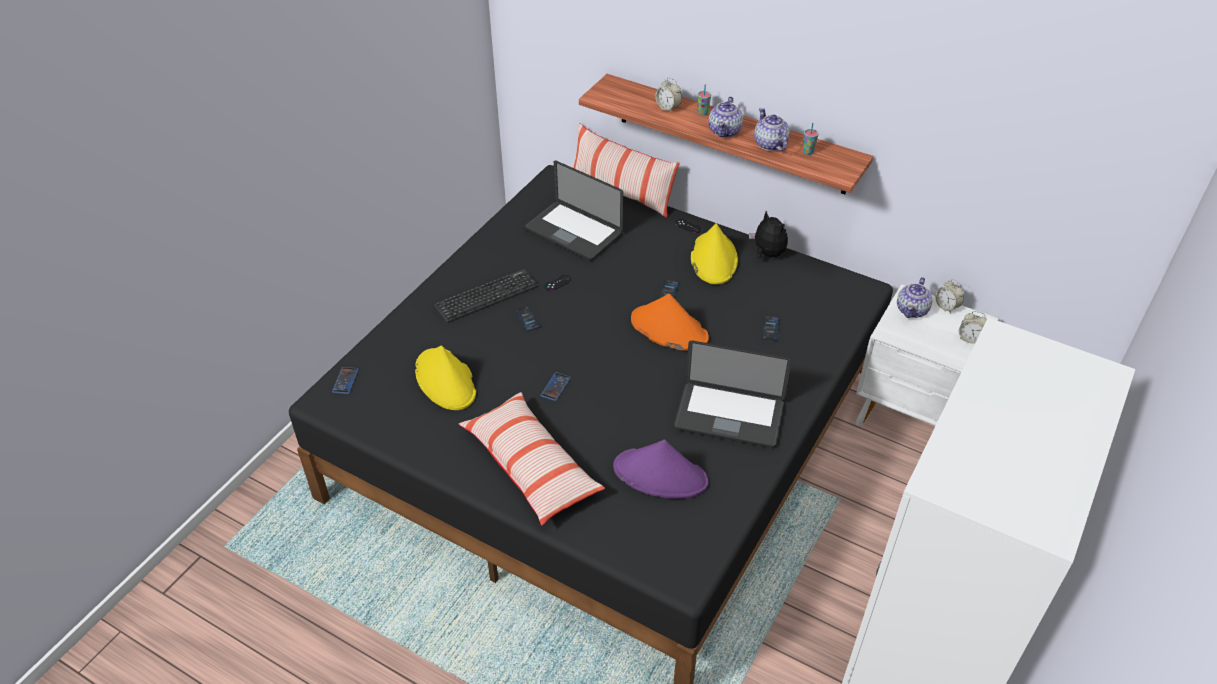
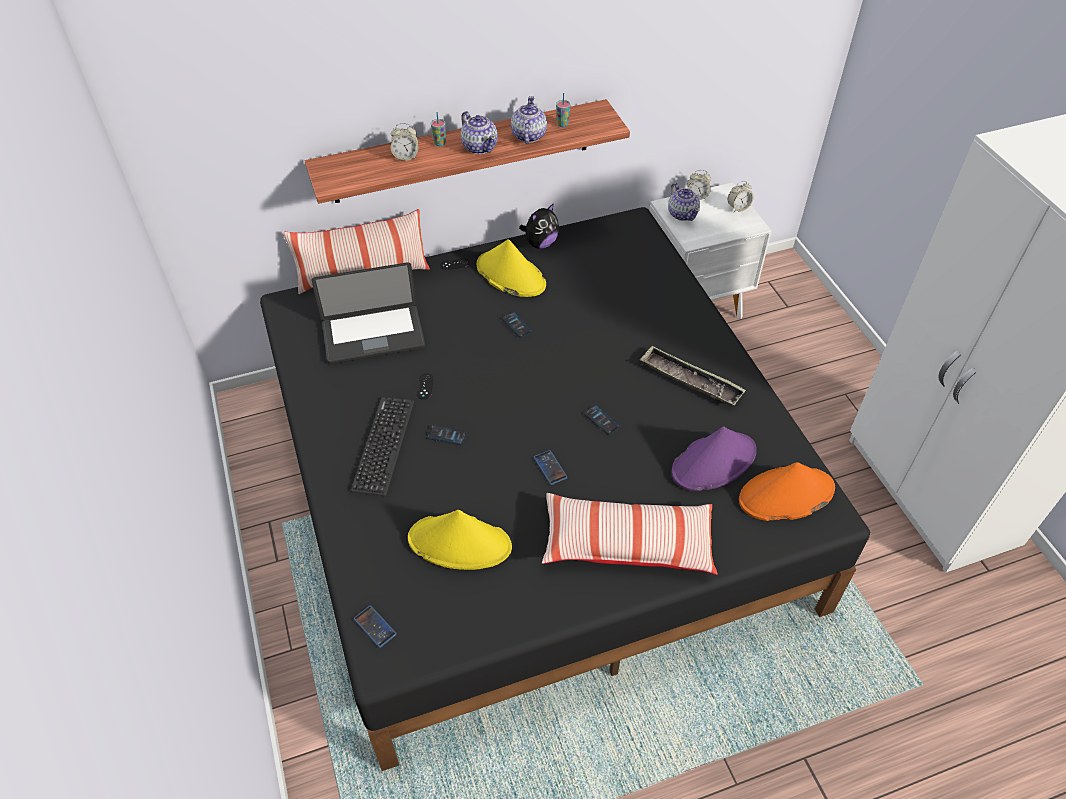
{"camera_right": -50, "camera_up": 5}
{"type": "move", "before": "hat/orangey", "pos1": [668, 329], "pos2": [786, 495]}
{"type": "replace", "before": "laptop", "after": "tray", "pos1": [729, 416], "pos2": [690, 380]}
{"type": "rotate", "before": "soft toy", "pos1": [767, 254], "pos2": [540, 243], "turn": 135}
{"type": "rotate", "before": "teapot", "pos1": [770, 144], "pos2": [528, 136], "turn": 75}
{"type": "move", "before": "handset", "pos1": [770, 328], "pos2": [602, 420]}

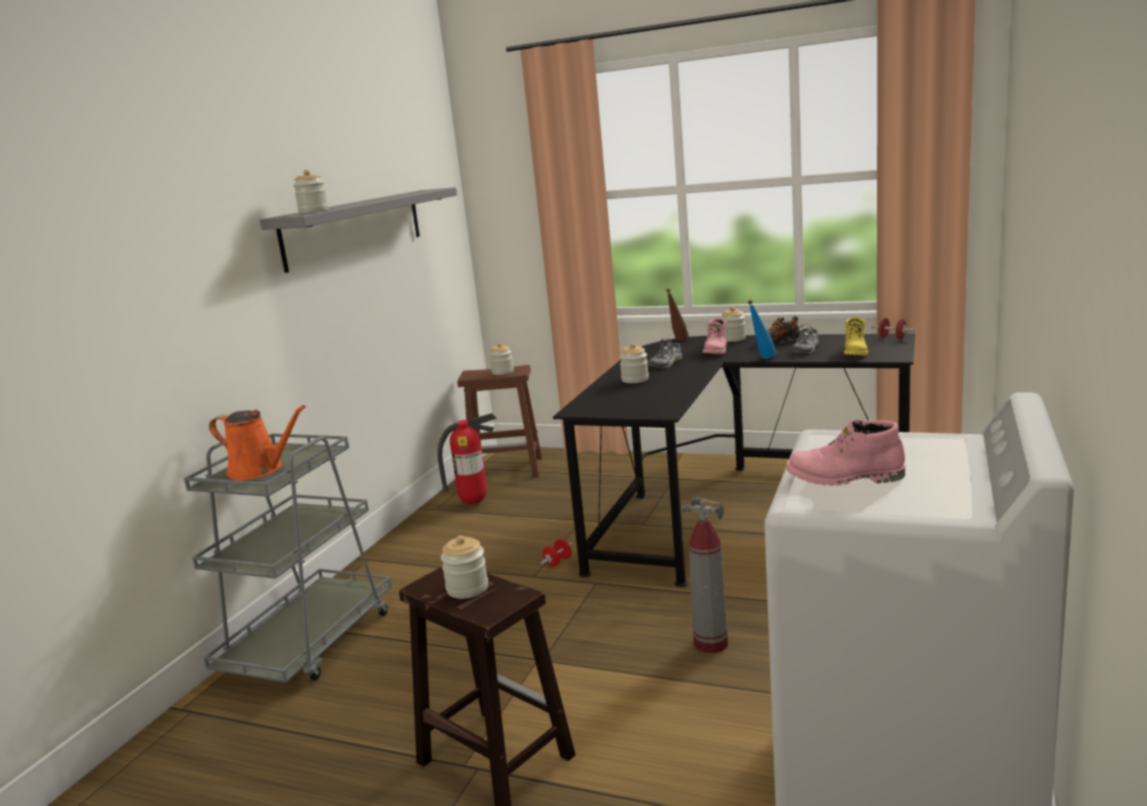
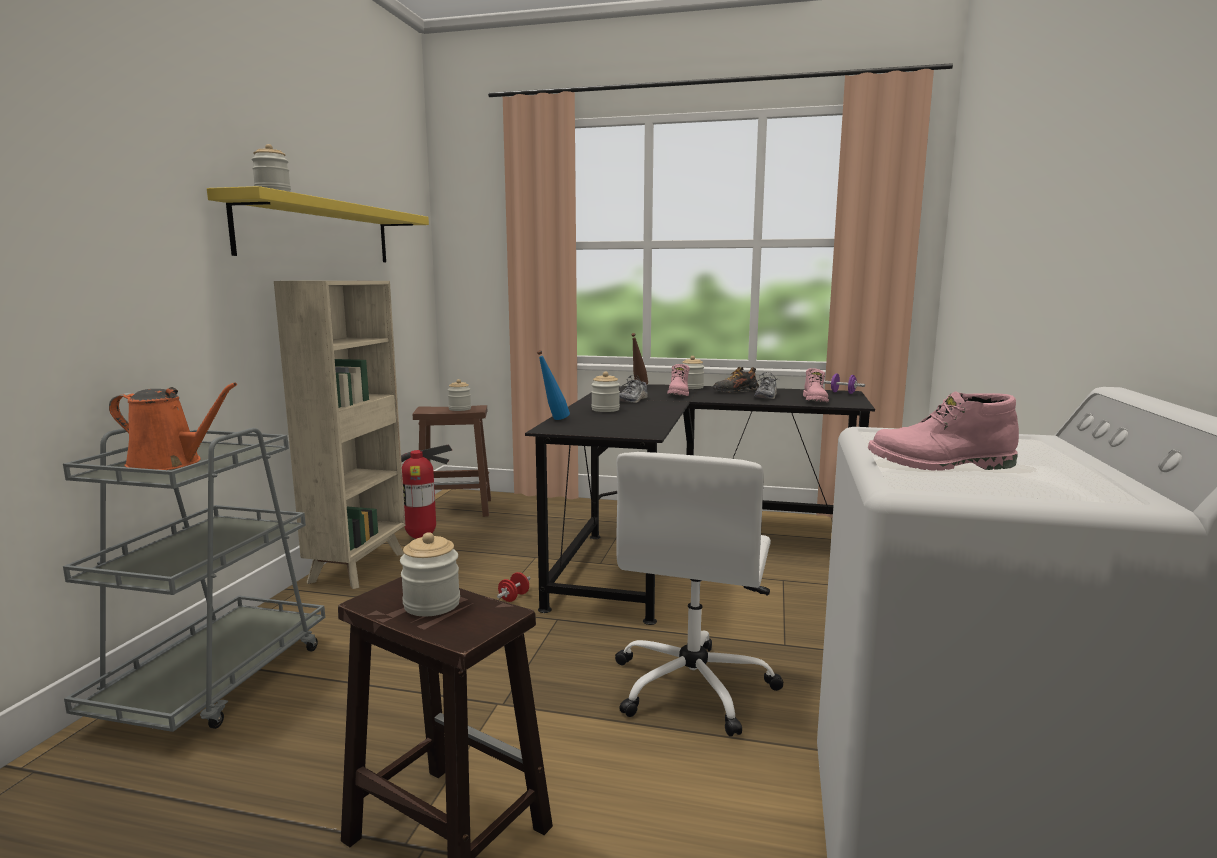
{"camera_right": -10, "camera_up": -5}
{"type": "recolor", "before": "shelf/gray", "after": "shelf/yellow", "pos1": [355, 228], "pos2": [318, 232]}
{"type": "replace", "before": "extinguisher", "after": "desk chair/white", "pos1": [710, 643], "pos2": [693, 686]}
{"type": "move", "before": "beverage bottle/blue-coloured", "pos1": [762, 359], "pos2": [553, 420]}
{"type": "recolor", "before": "boot/yellow", "after": "boot/pink", "pos1": [856, 352], "pos2": [815, 400]}
{"type": "recolor", "before": "dumbbell/red-coloured", "after": "dumbbell/purplish", "pos1": [892, 338], "pos2": [843, 393]}
{"type": "insert", "after": "bookcase/beige", "pos2": [359, 566]}

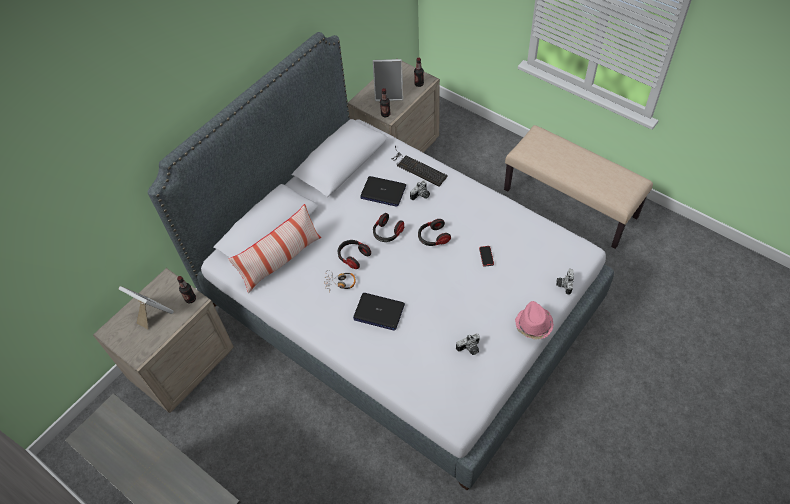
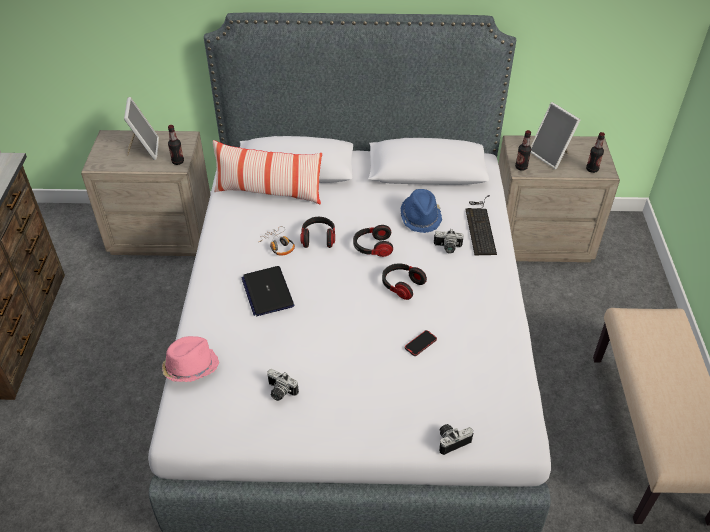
{"camera_right": 50, "camera_up": -10}
{"type": "replace", "before": "laptop", "after": "hat/blue-coloured", "pos1": [383, 192], "pos2": [421, 217]}
{"type": "move", "before": "hat/pink", "pos1": [533, 325], "pos2": [190, 367]}

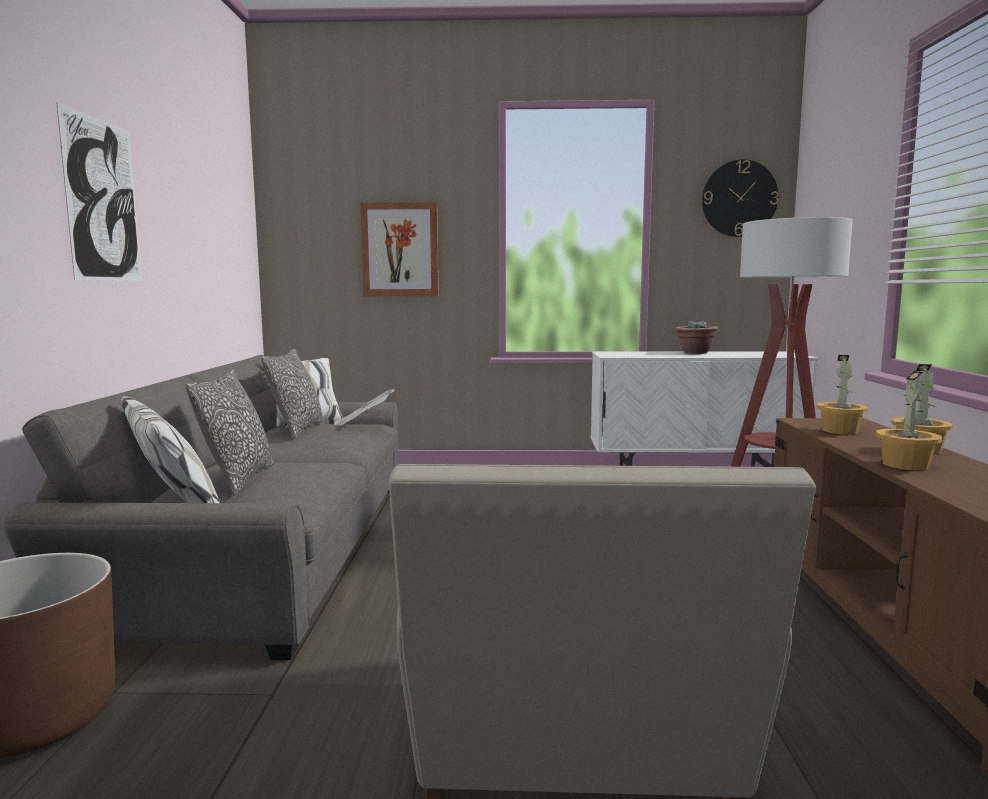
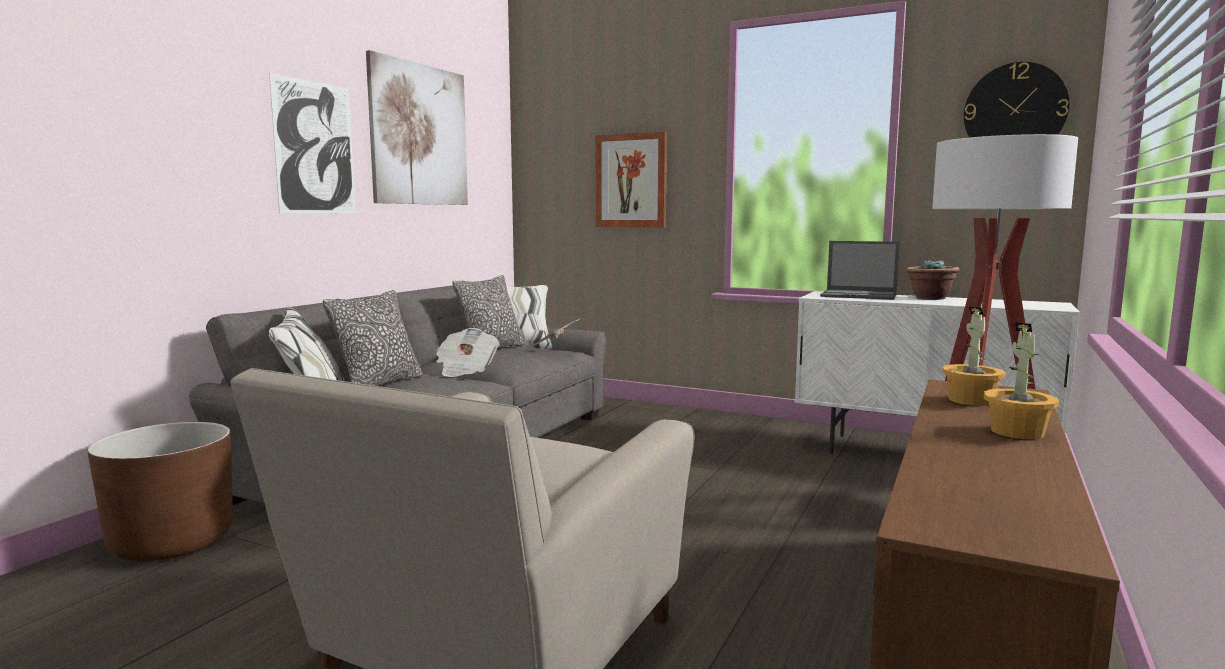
{"camera_right": 25, "camera_up": 0}
{"type": "delete", "before": "houseplant", "pos1": [906, 465]}
{"type": "insert", "after": "wall art", "pos2": [419, 135]}
{"type": "insert", "after": "daily paper", "pos2": [466, 370]}
{"type": "insert", "after": "laptop", "pos2": [860, 295]}

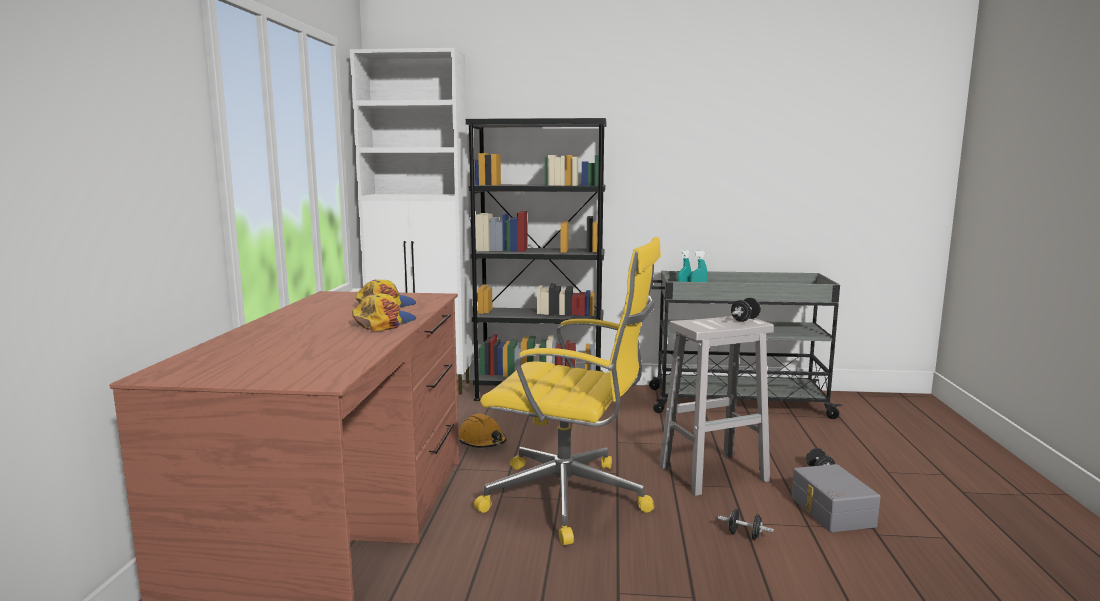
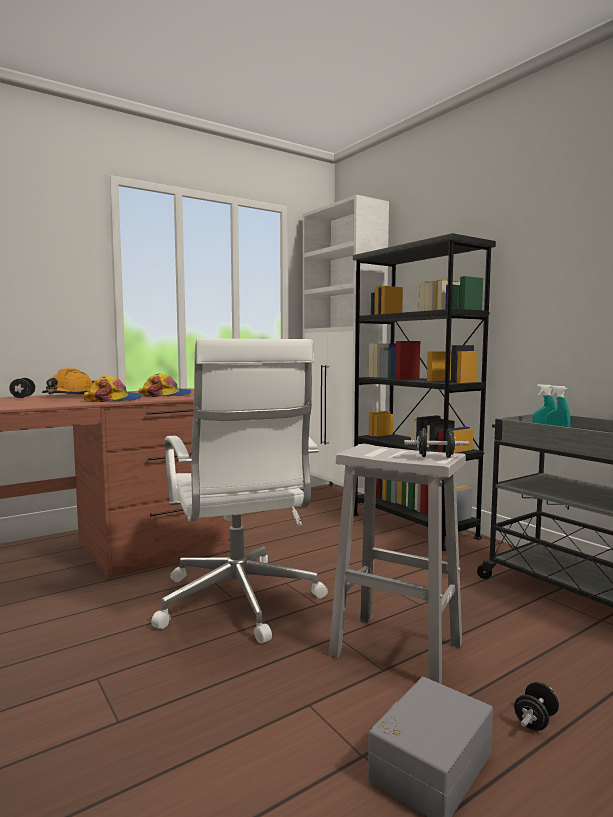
{"camera_right": 50, "camera_up": -5}
{"type": "move", "before": "hard hat/orangey", "pos1": [482, 442], "pos2": [69, 396]}
{"type": "recolor", "before": "desk chair/yellow", "after": "desk chair/white", "pos1": [570, 499], "pos2": [239, 602]}
{"type": "move", "before": "dumbbell/black", "pos1": [744, 535], "pos2": [23, 397]}

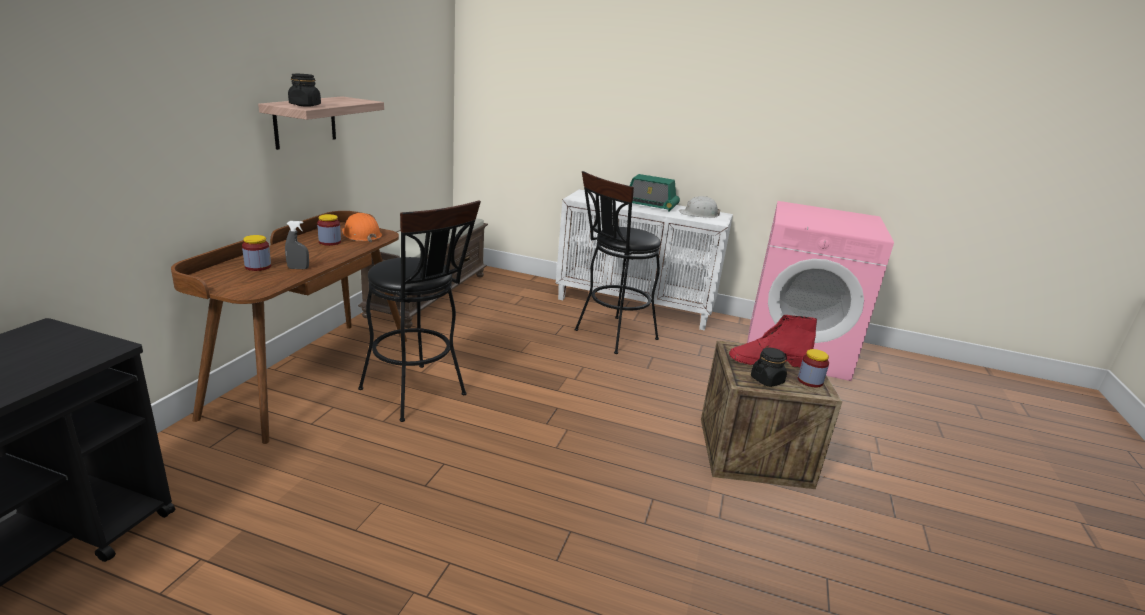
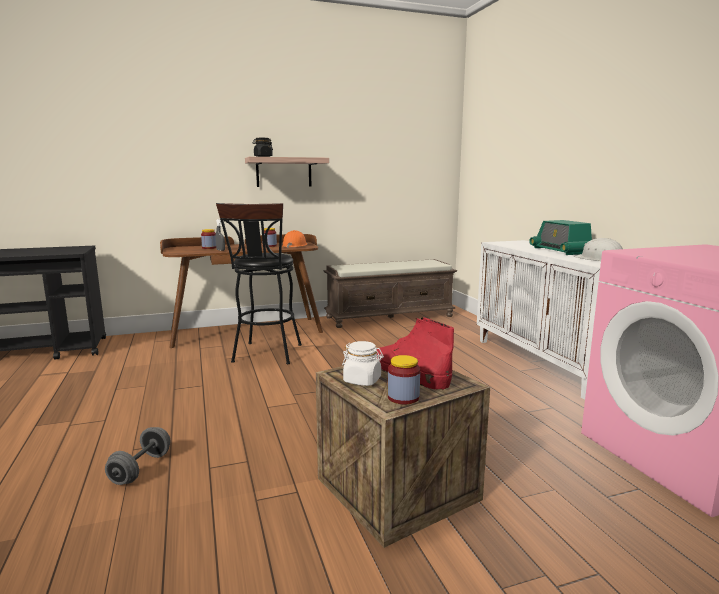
{"camera_right": 55, "camera_up": -10}
{"type": "delete", "before": "stool/black", "pos1": [611, 336]}
{"type": "recolor", "before": "preserve jar/black", "after": "preserve jar/white", "pos1": [767, 380], "pos2": [362, 380]}
{"type": "insert", "after": "dumbbell/gray", "pos2": [141, 469]}

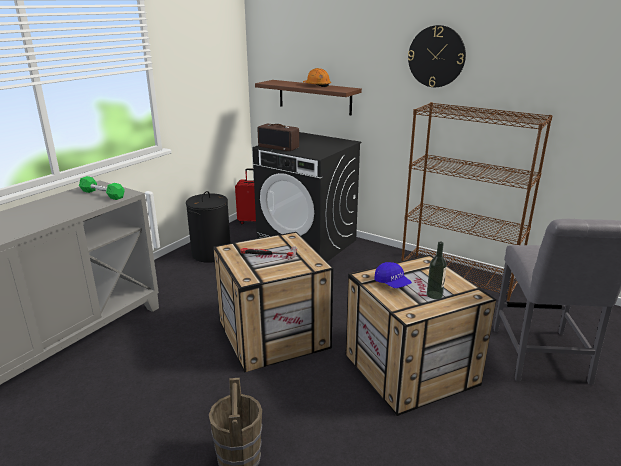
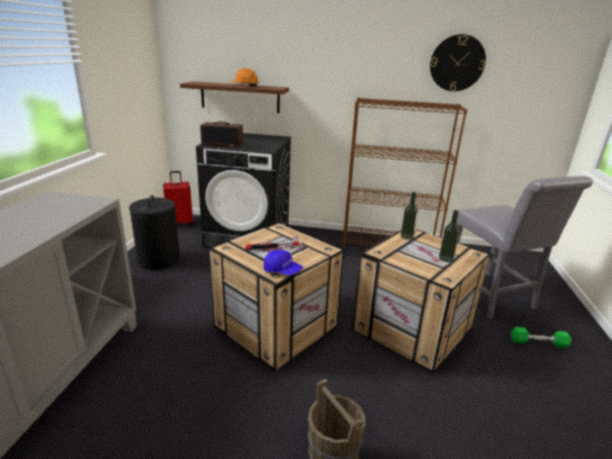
{"camera_right": -25, "camera_up": 0}
{"type": "move", "before": "dumbbell/greenish", "pos1": [102, 194], "pos2": [538, 342]}
{"type": "move", "before": "baseball cap/blue-coloured", "pos1": [392, 283], "pos2": [282, 271]}
{"type": "move", "before": "hanging clock", "pos1": [436, 56], "pos2": [457, 63]}
{"type": "insert", "after": "beverage bottle", "pos2": [407, 236]}

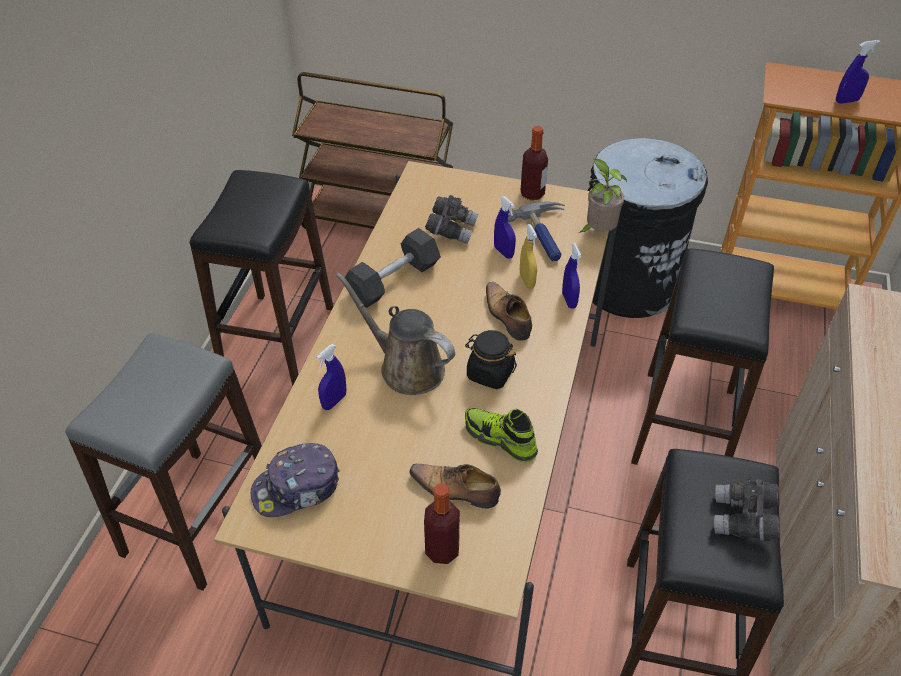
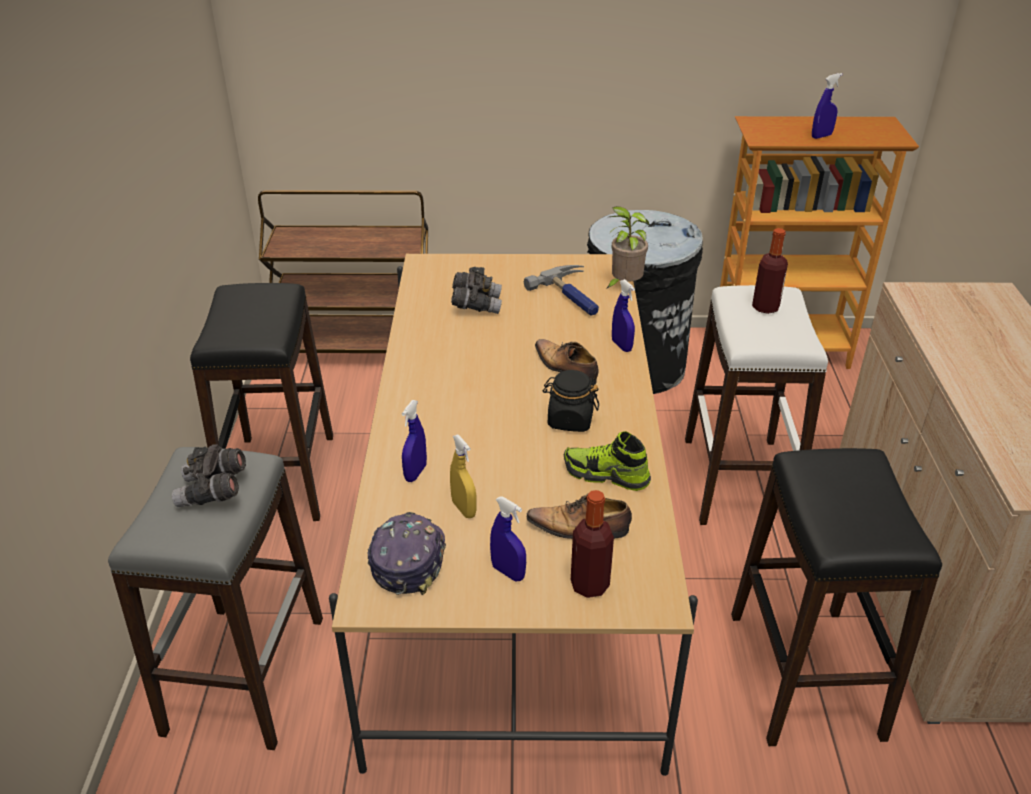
{"camera_right": -15, "camera_up": -10}
{"type": "rotate", "before": "baseball cap", "pos1": [297, 488], "pos2": [408, 559], "turn": 135}
{"type": "delete", "before": "sprinkling can/brown-coloured", "pos1": [406, 367]}
{"type": "delete", "before": "dumbbell/gray", "pos1": [393, 280]}
{"type": "move", "before": "spray bottle/blue-coloured", "pos1": [503, 252], "pos2": [508, 572]}
{"type": "move", "before": "spray bottle/yellow", "pos1": [527, 281], "pos2": [464, 509]}
{"type": "move", "before": "beverage bottle", "pos1": [532, 194], "pos2": [765, 307]}
{"type": "recolor", "before": "stool/black", "after": "stool/white", "pos1": [684, 426], "pos2": [738, 481]}
{"type": "move", "before": "binoculars/gray", "pos1": [743, 519], "pos2": [213, 492]}

